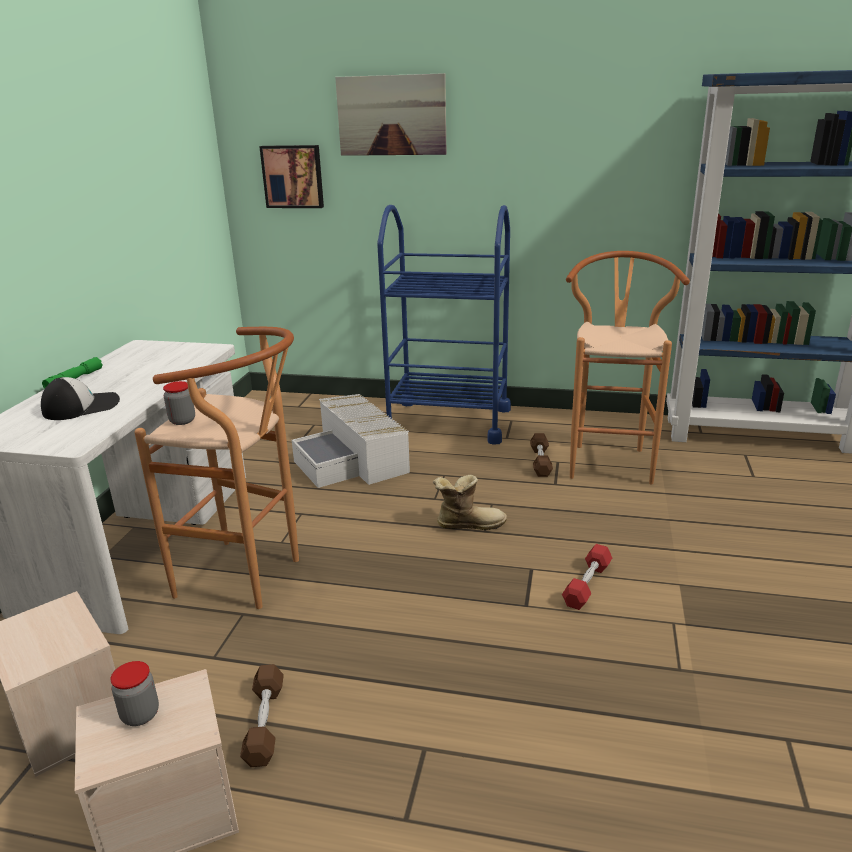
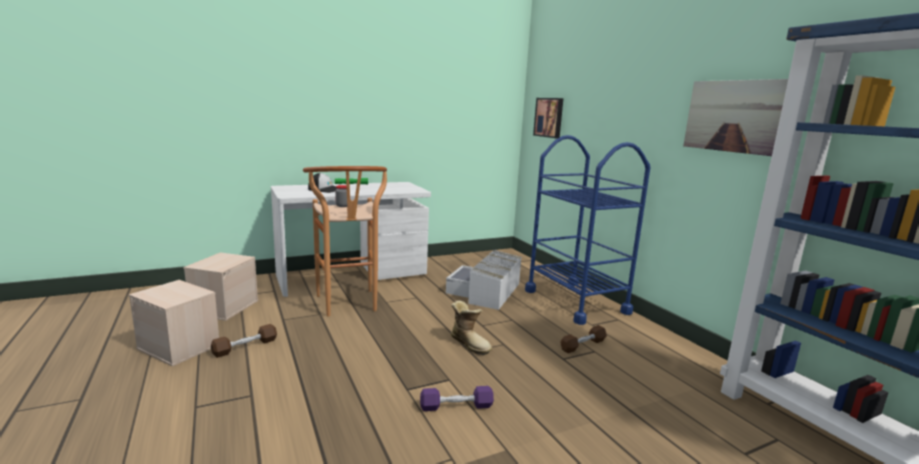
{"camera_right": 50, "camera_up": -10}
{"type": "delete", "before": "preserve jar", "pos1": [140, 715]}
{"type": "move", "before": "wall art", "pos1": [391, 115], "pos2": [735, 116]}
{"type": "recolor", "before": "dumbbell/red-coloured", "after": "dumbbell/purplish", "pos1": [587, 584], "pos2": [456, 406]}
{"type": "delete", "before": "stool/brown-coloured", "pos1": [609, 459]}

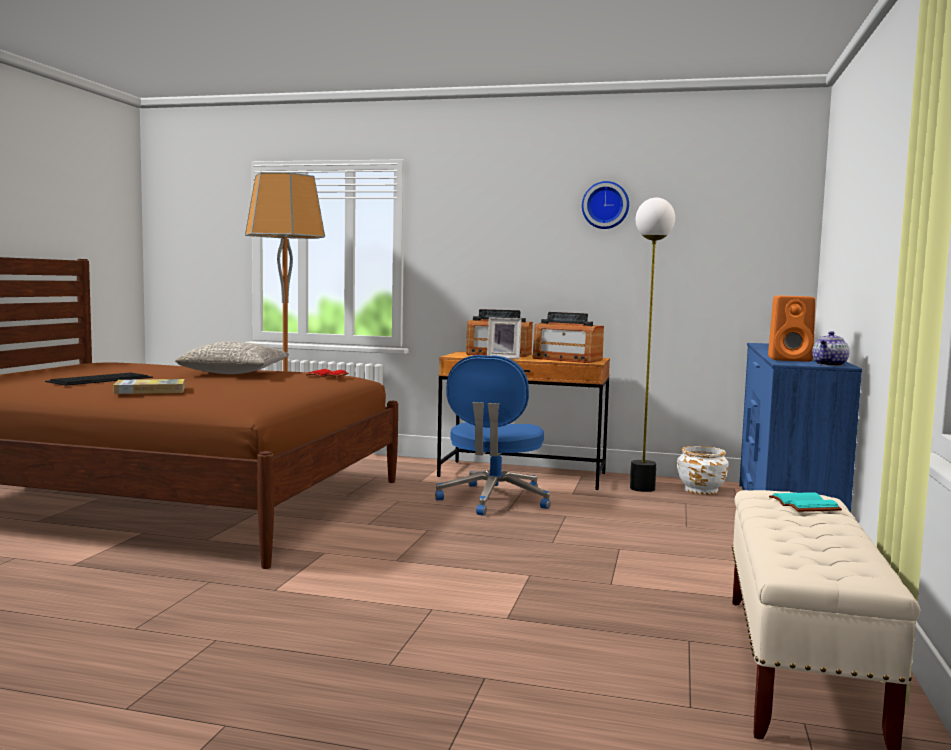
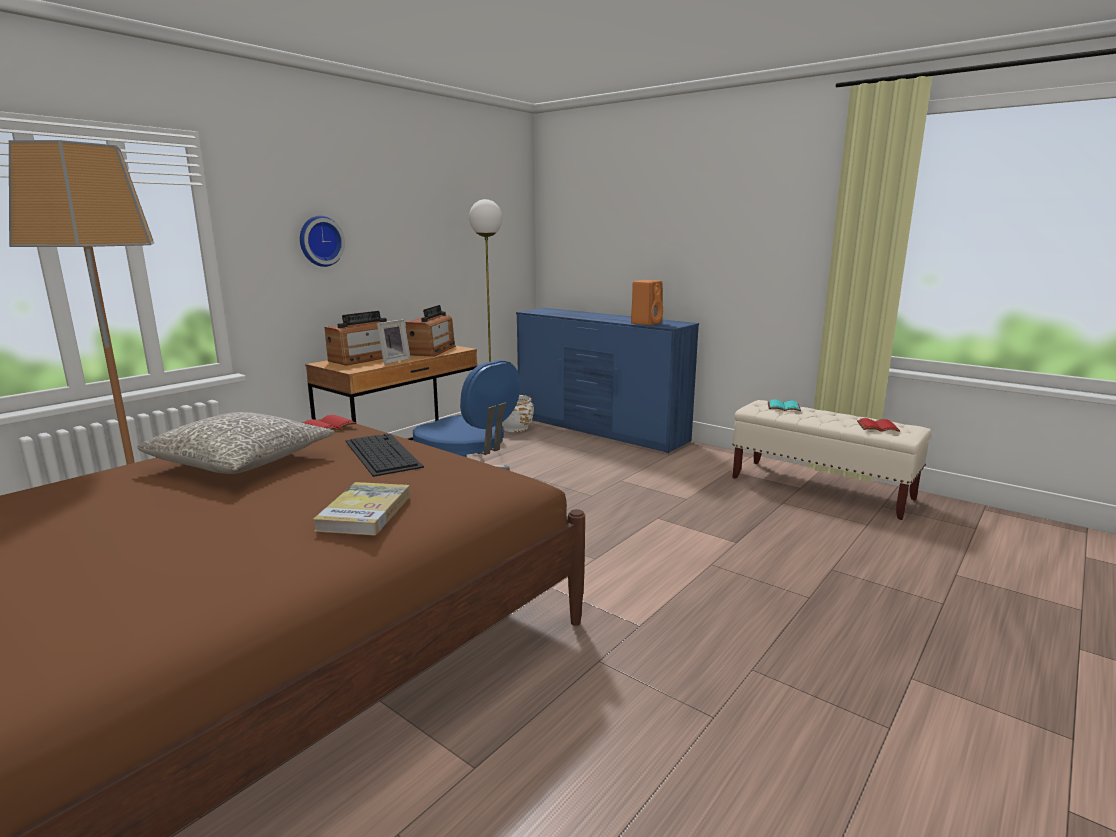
{"camera_right": -65, "camera_up": 10}
{"type": "move", "before": "computer keyboard", "pos1": [101, 379], "pos2": [381, 453]}
{"type": "rotate", "before": "radio", "pos1": [567, 359], "pos2": [432, 350], "turn": -45}
{"type": "move", "before": "hanging clock", "pos1": [605, 205], "pos2": [320, 241]}
{"type": "delete", "before": "teapot", "pos1": [829, 365]}
{"type": "insert", "after": "bound book/red-coloured", "pos2": [877, 427]}

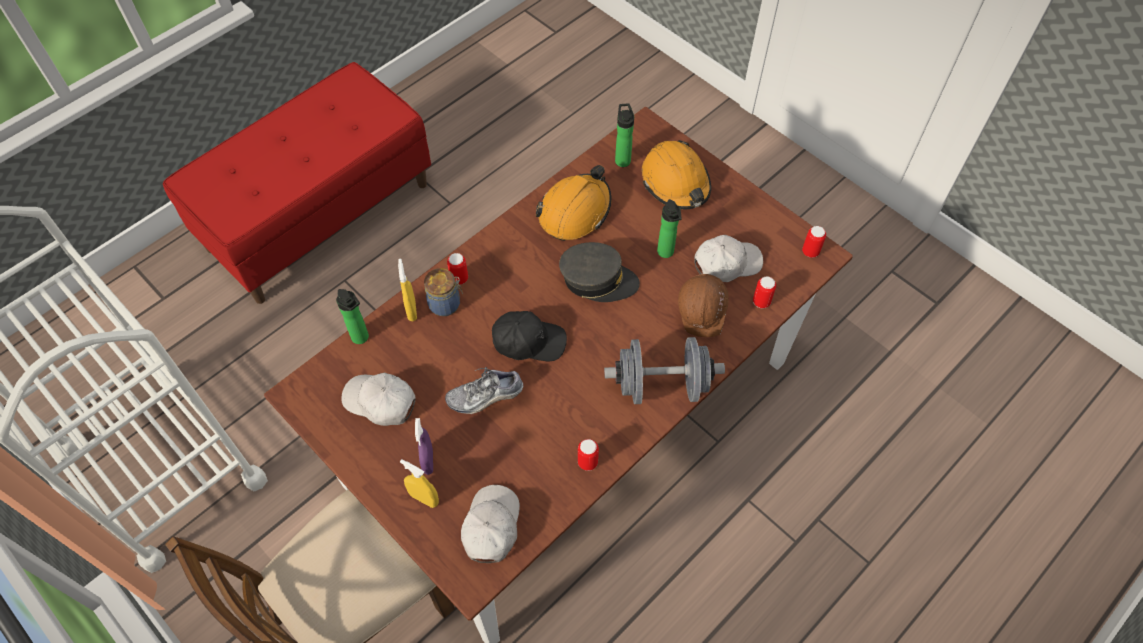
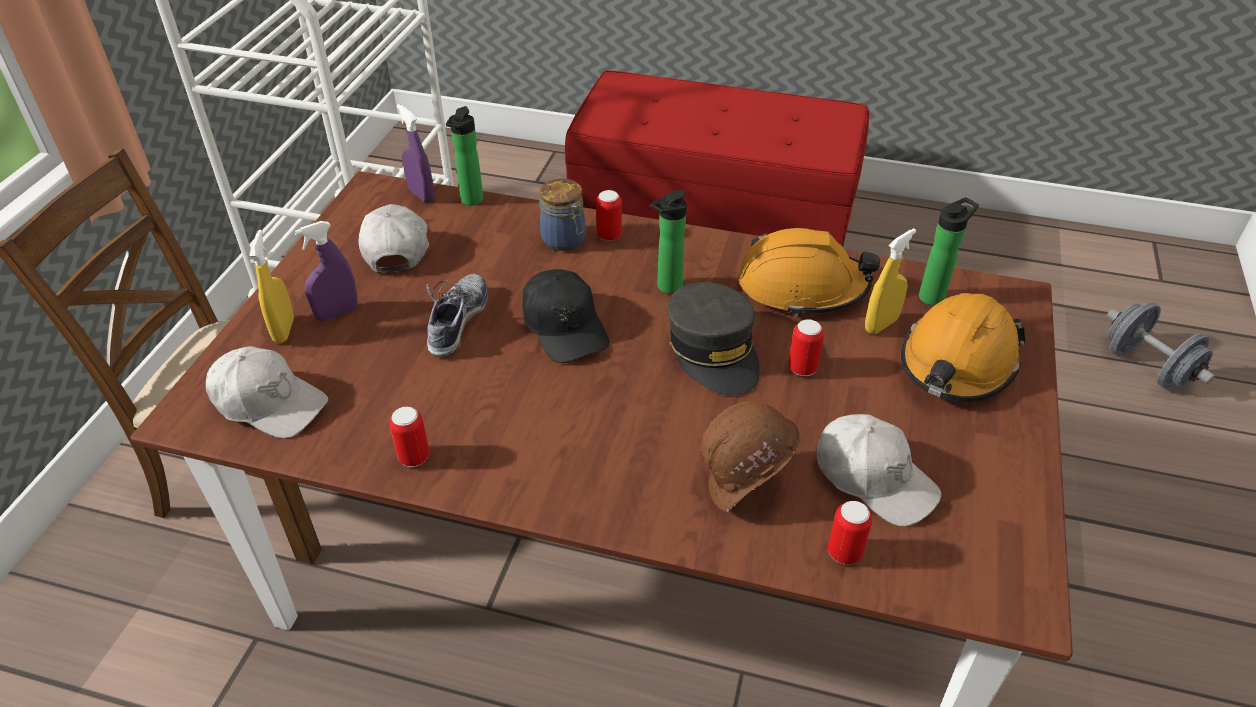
{"camera_right": 60, "camera_up": -15}
{"type": "move", "before": "spray bottle/yellow", "pos1": [411, 310], "pos2": [881, 325]}
{"type": "rotate", "before": "item of footwear", "pos1": [485, 396], "pos2": [457, 322], "turn": 60}
{"type": "rotate", "before": "baseball cap/white", "pos1": [491, 527], "pos2": [269, 403], "turn": 45}
{"type": "move", "before": "dumbbell/gray", "pos1": [661, 385], "pos2": [1147, 367]}
{"type": "move", "before": "beverage bottle", "pos1": [666, 253], "pos2": [666, 288]}
{"type": "move", "before": "sealed can", "pos1": [810, 252], "pos2": [802, 368]}
{"type": "insert", "after": "spray bottle/purplish", "pos2": [421, 195]}

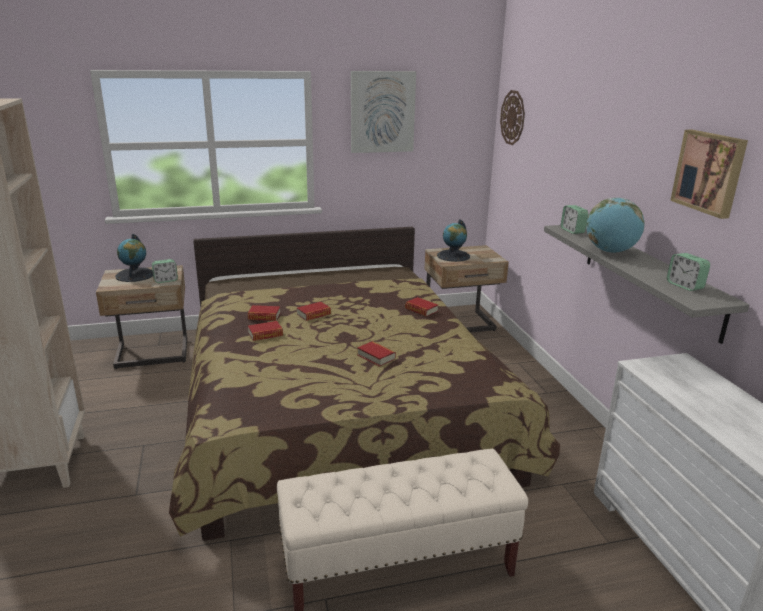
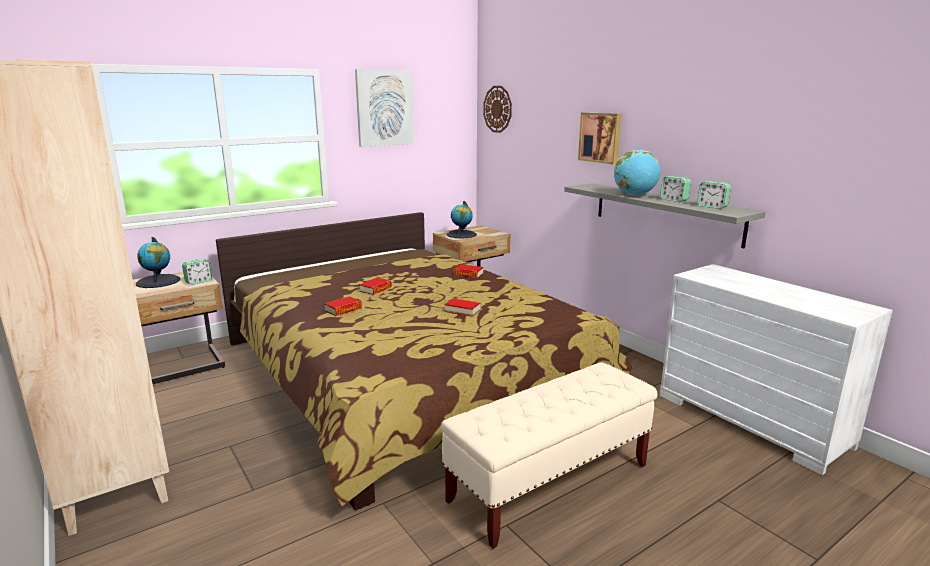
{"camera_right": -20, "camera_up": -5}
{"type": "delete", "before": "bound book", "pos1": [264, 316]}
{"type": "move", "before": "bedside clock", "pos1": [572, 231], "pos2": [674, 200]}
{"type": "move", "before": "wall art", "pos1": [710, 172], "pos2": [600, 137]}

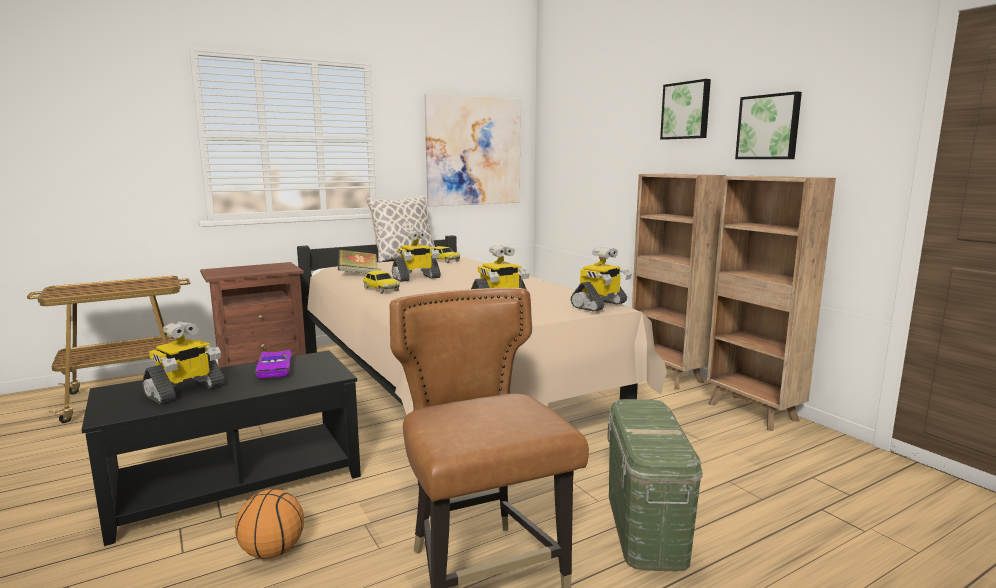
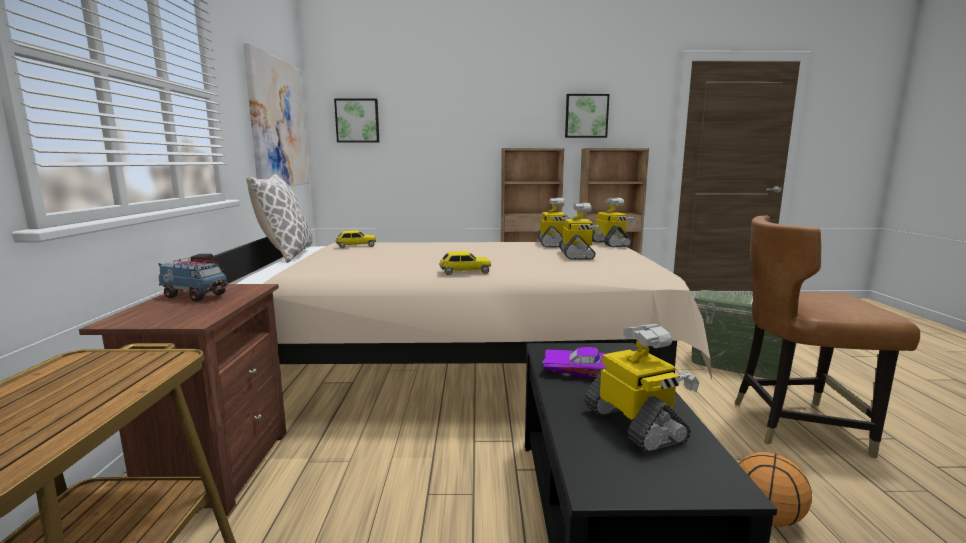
{"camera_right": -60, "camera_up": 0}
{"type": "delete", "before": "bound book", "pos1": [358, 274]}
{"type": "move", "before": "model robot", "pos1": [416, 278], "pos2": [552, 244]}
{"type": "move", "before": "wall art", "pos1": [686, 110], "pos2": [357, 121]}
{"type": "insert", "after": "model truck", "pos2": [195, 296]}

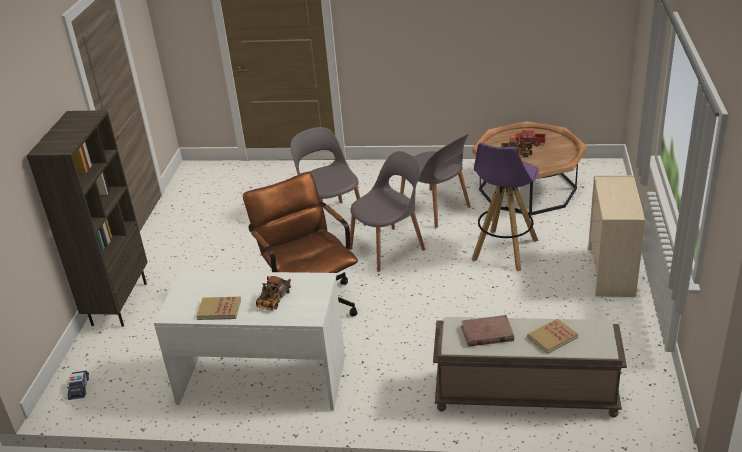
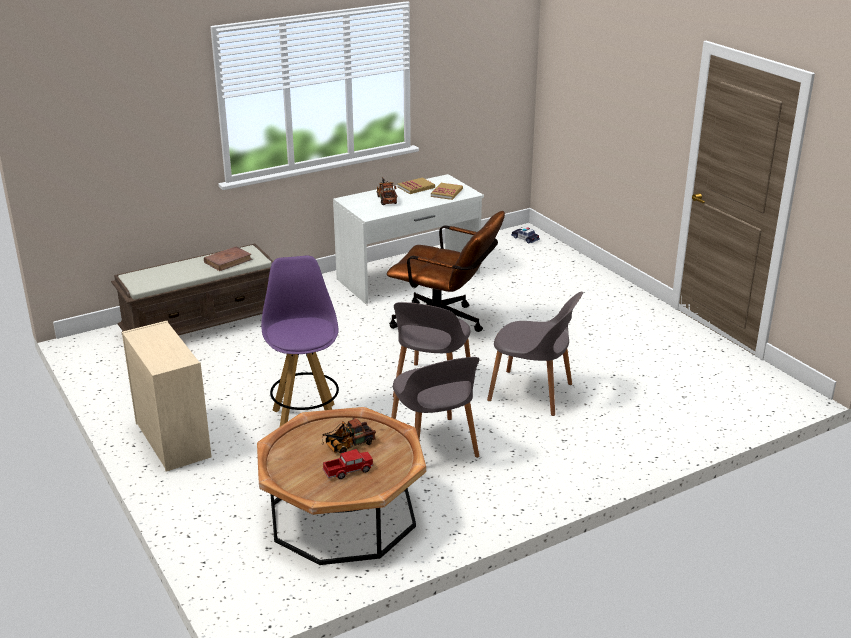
{"camera_right": 140, "camera_up": -5}
{"type": "delete", "before": "bookcase/brown-coloured", "pos1": [119, 303]}
{"type": "rotate", "before": "plain chair/gray", "pos1": [435, 208], "pos2": [434, 445], "turn": -120}
{"type": "move", "before": "bound book", "pos1": [552, 337], "pos2": [446, 193]}

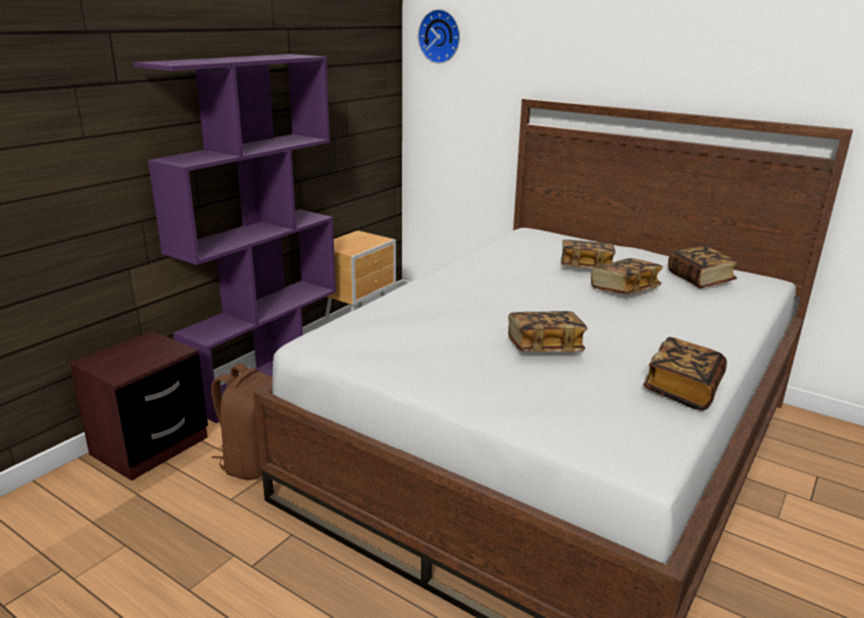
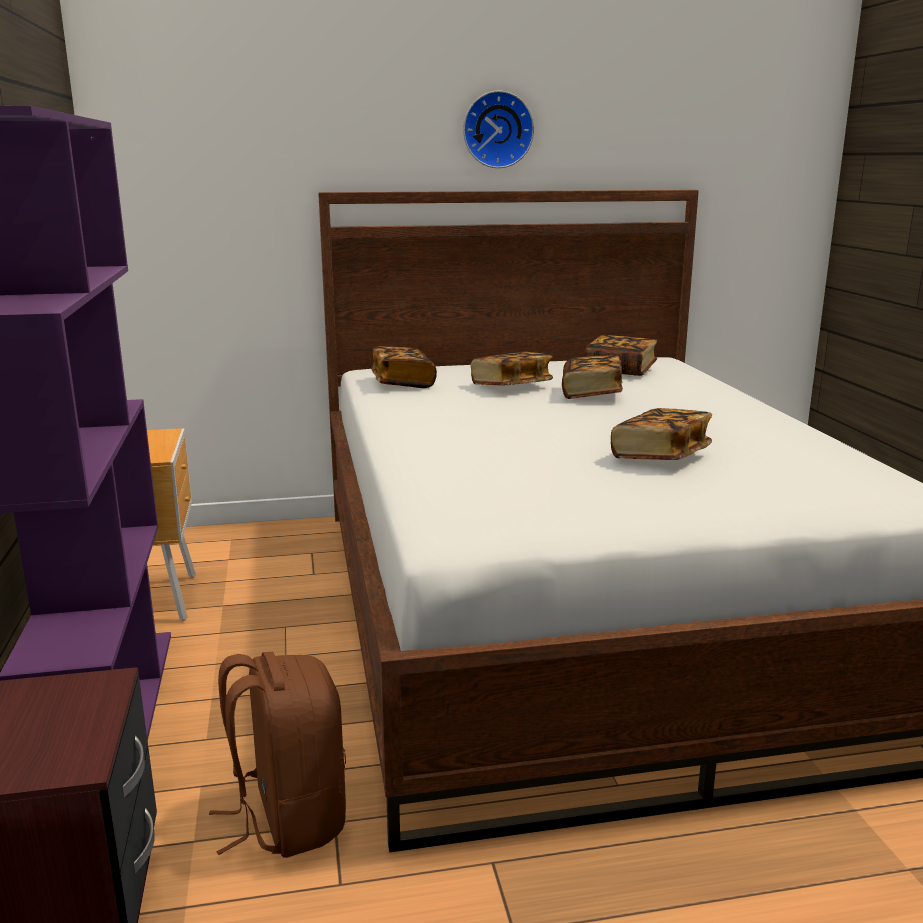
{"camera_right": -45, "camera_up": -5}
{"type": "move", "before": "hanging clock", "pos1": [441, 36], "pos2": [497, 130]}
{"type": "move", "before": "bound book", "pos1": [682, 389], "pos2": [402, 383]}

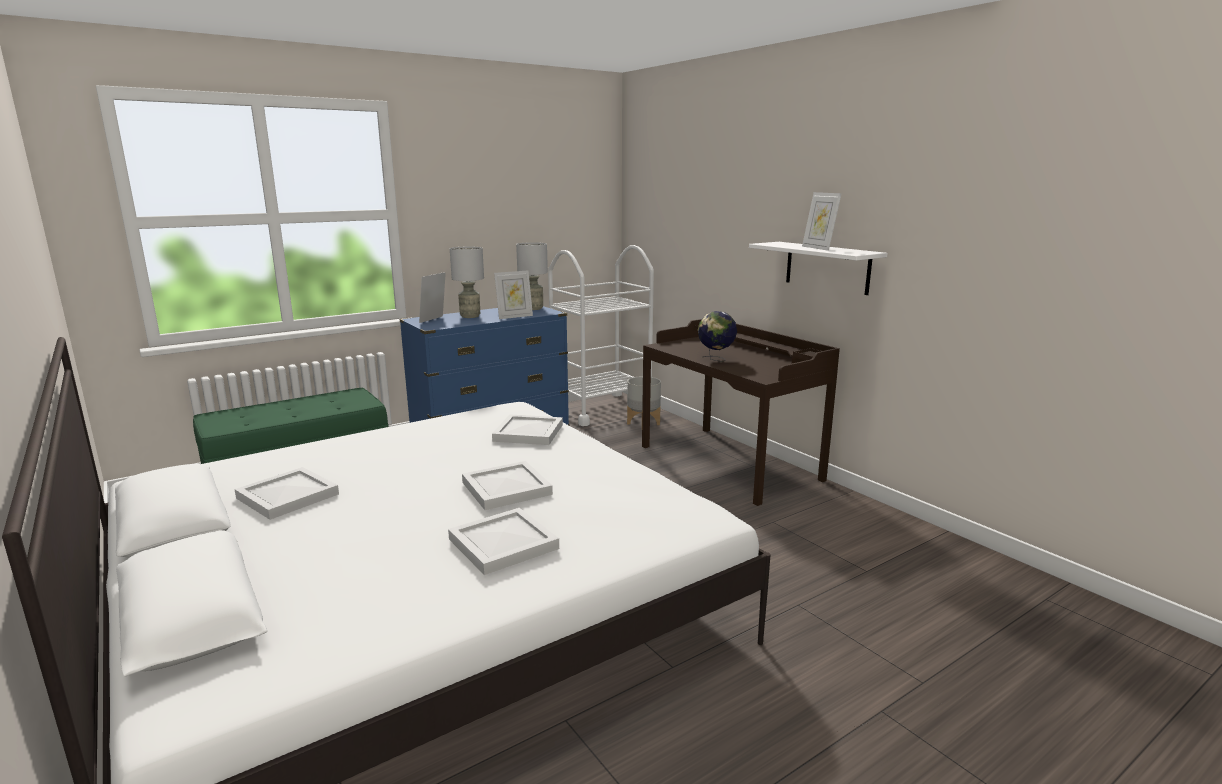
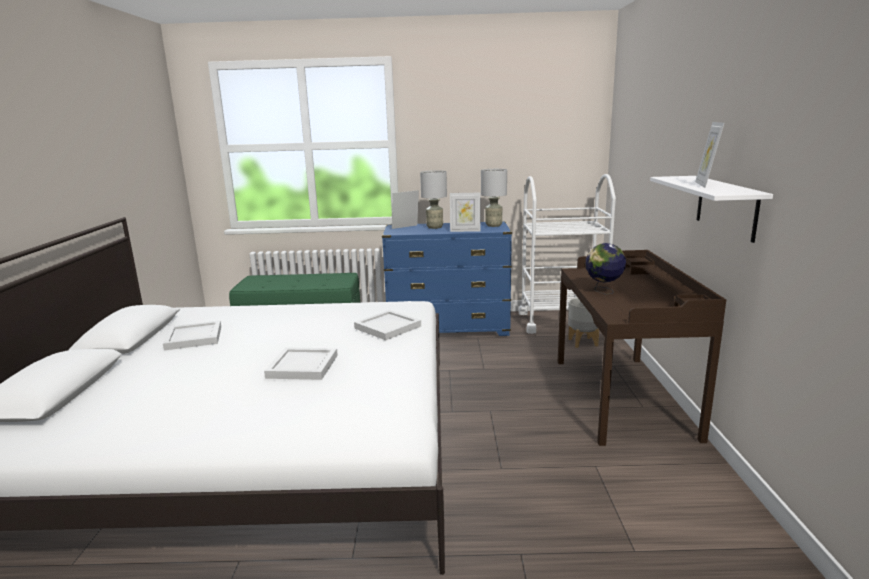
{"camera_right": 35, "camera_up": 0}
{"type": "delete", "before": "tray/white", "pos1": [502, 545]}

